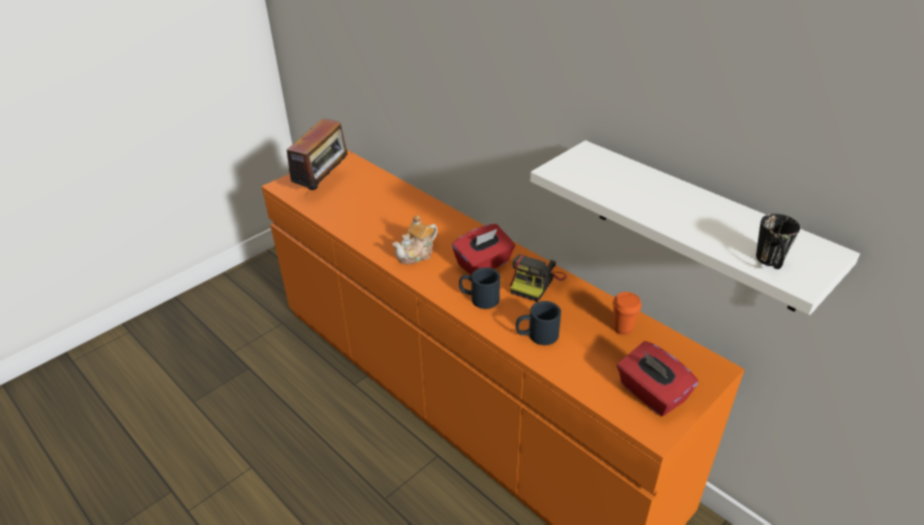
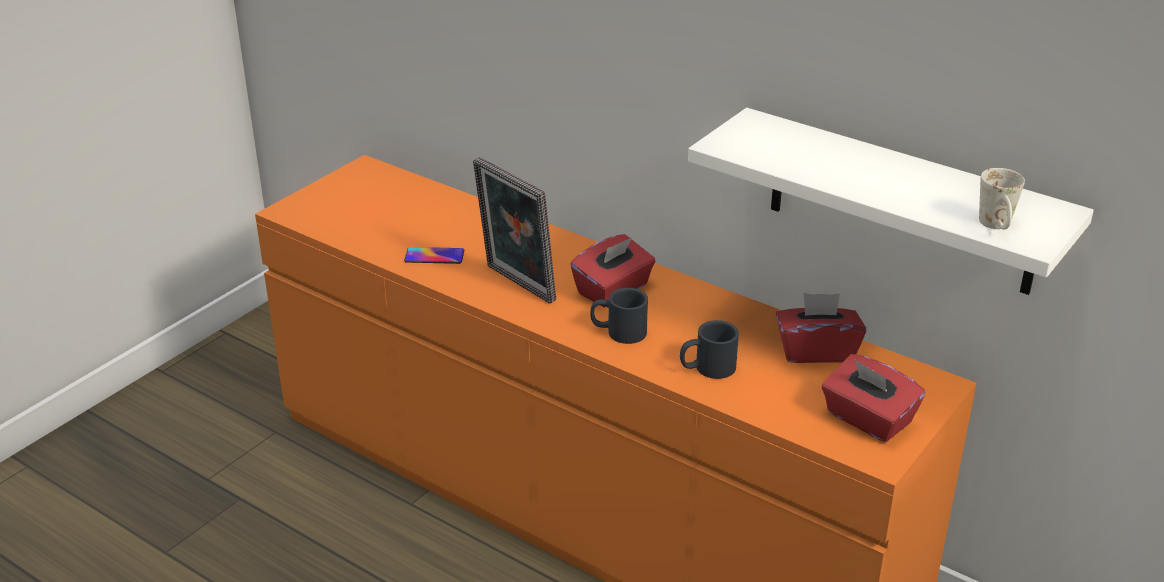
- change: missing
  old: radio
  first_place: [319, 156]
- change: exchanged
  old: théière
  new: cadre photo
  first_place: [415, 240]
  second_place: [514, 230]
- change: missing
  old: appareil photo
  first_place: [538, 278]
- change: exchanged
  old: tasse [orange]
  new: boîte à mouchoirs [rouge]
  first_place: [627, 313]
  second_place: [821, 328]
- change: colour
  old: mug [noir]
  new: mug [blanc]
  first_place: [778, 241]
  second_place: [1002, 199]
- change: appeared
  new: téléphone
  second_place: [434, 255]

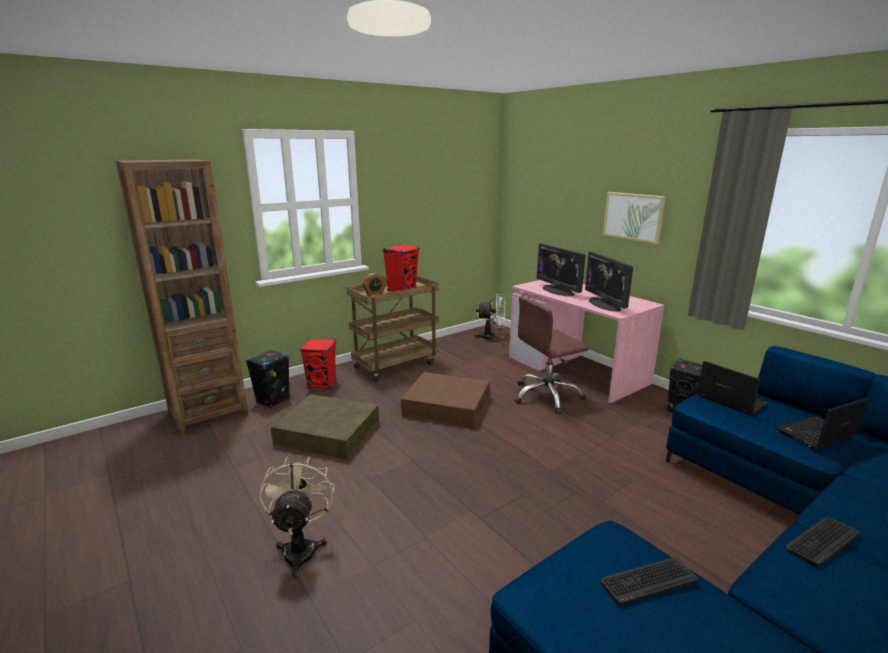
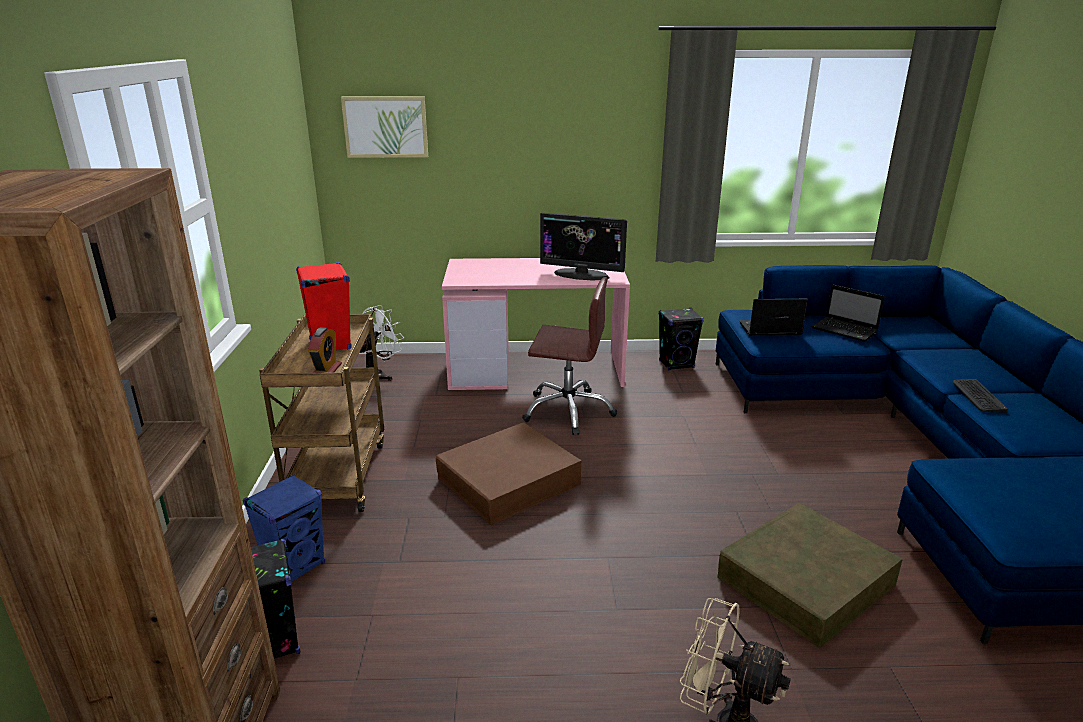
- change: relocated
  old: boîte de rangement [marron]
  first_place: [324, 427]
  second_place: [810, 575]
- change: colour
  old: enceinte [rouge]
  new: enceinte [bleu]
  first_place: [318, 364]
  second_place: [284, 528]
- change: spun
  old: chaise de bureau [marron]
  first_place: [551, 355]
  second_place: [569, 356]
  degrees: -90
- change: missing
  old: écran d'ordinateur
  first_place: [561, 269]
- change: missing
  old: clavier
  first_place: [649, 582]
- change: relocated
  old: tableau
  first_place: [634, 218]
  second_place: [384, 127]
- change: spun
  old: ordinateur portable
  first_place: [823, 424]
  second_place: [848, 313]
  degrees: -60

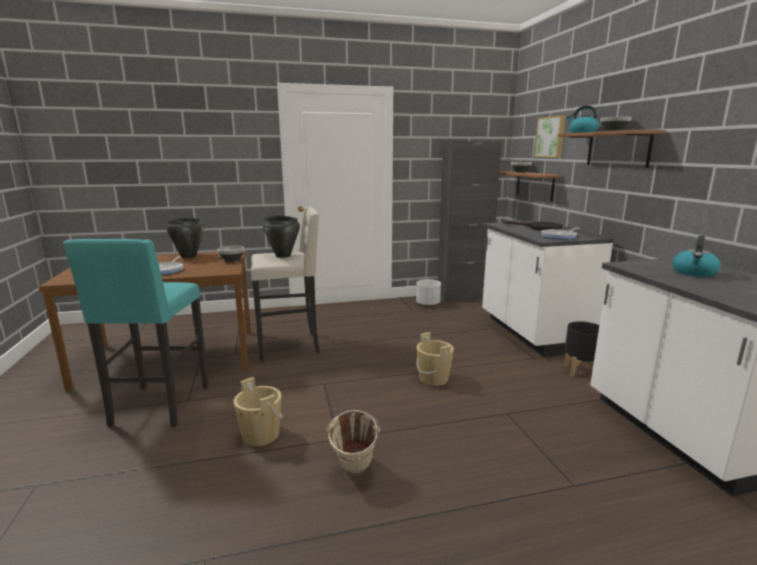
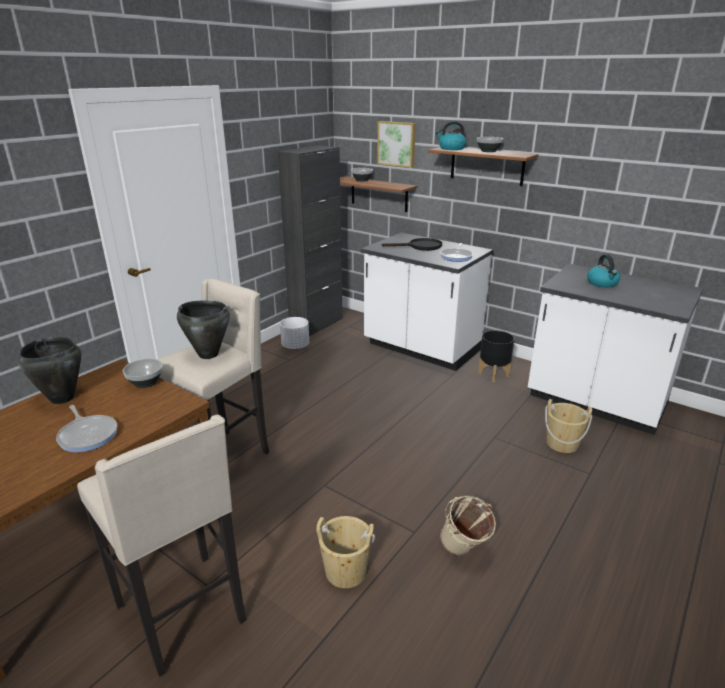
- change: colour
  old: tabouret [turquoise]
  new: tabouret [beige]
  first_place: [136, 333]
  second_place: [161, 546]
- change: relocated
  old: seau [beige]
  first_place: [435, 359]
  second_place: [568, 426]

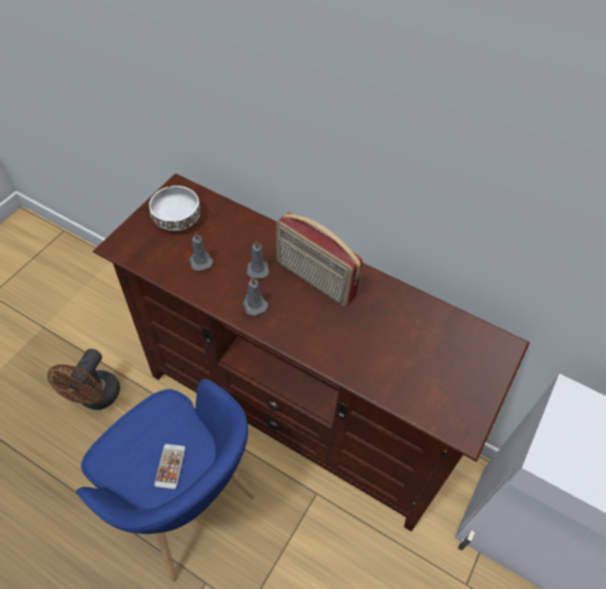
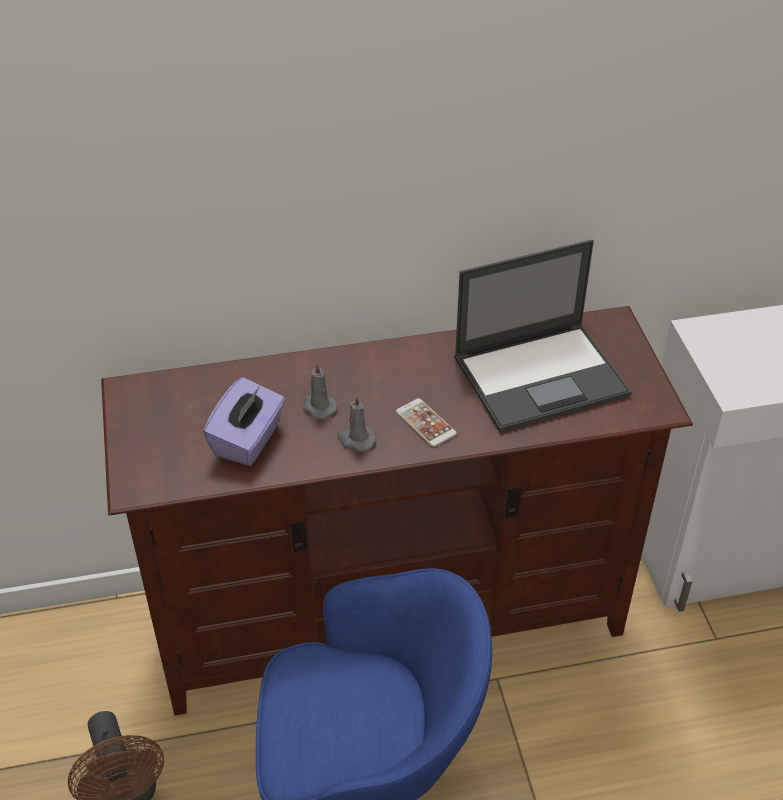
- change: missing
  old: bol [blanc]
  first_place: [175, 208]
- change: relocated
  old: téléphone
  first_place: [169, 466]
  second_place: [426, 422]
- change: exchanged
  old: bougie [gris]
  new: boîte à mouchoirs [violet]
  first_place: [201, 252]
  second_place: [244, 421]
- change: missing
  old: radio
  first_place: [319, 259]
- change: appeared
  new: ordinateur portable
  second_place: [543, 336]

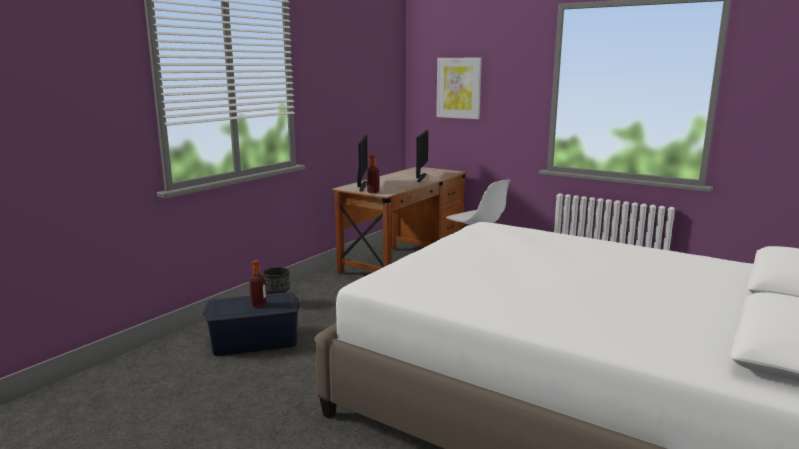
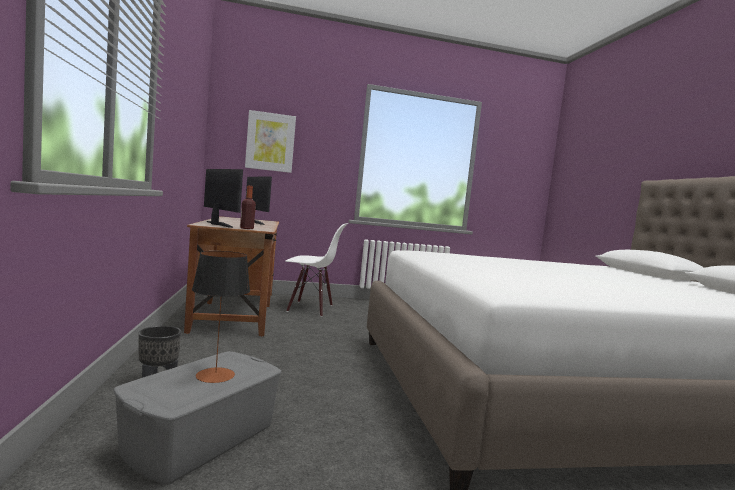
- change: colour
  old: boîte de rangement [bleu]
  new: boîte de rangement [gris]
  first_place: [251, 324]
  second_place: [198, 418]
- change: exchanged
  old: bouteille
  new: lampe de table
  first_place: [257, 284]
  second_place: [221, 317]

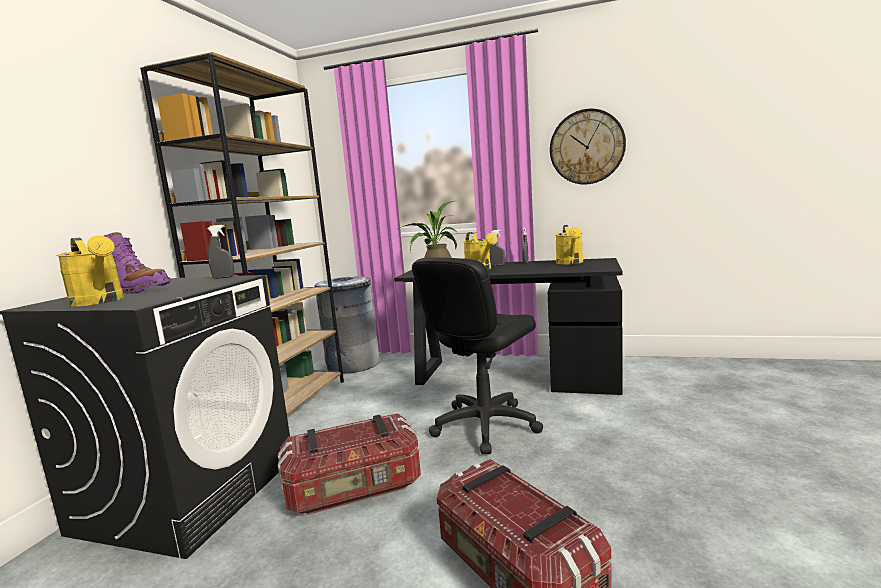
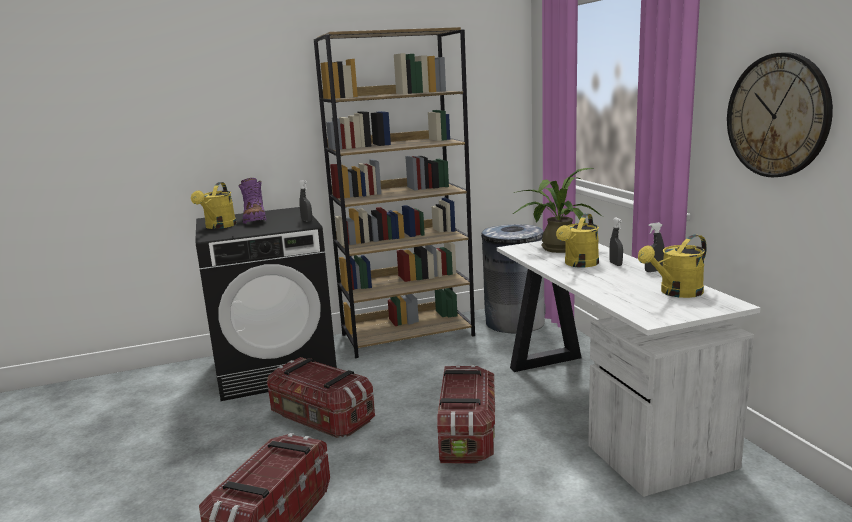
- change: colour
  old: bureau [noir]
  new: bureau [blanc]
  first_place: [508, 326]
  second_place: [628, 369]
- change: exchanged
  old: chaise de bureau [noir]
  new: boîte de rangement
  first_place: [477, 355]
  second_place: [466, 414]

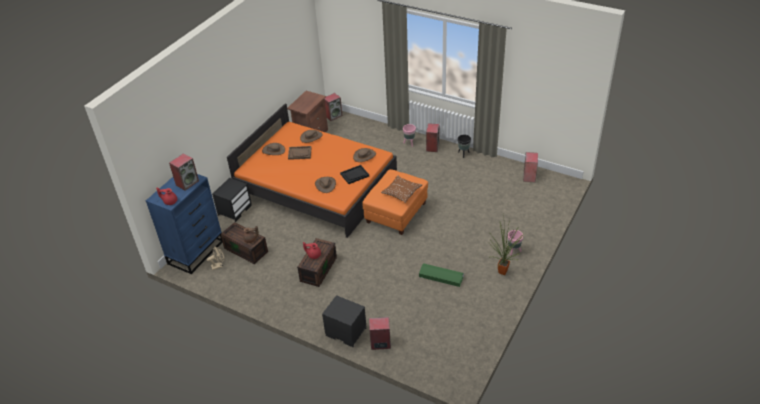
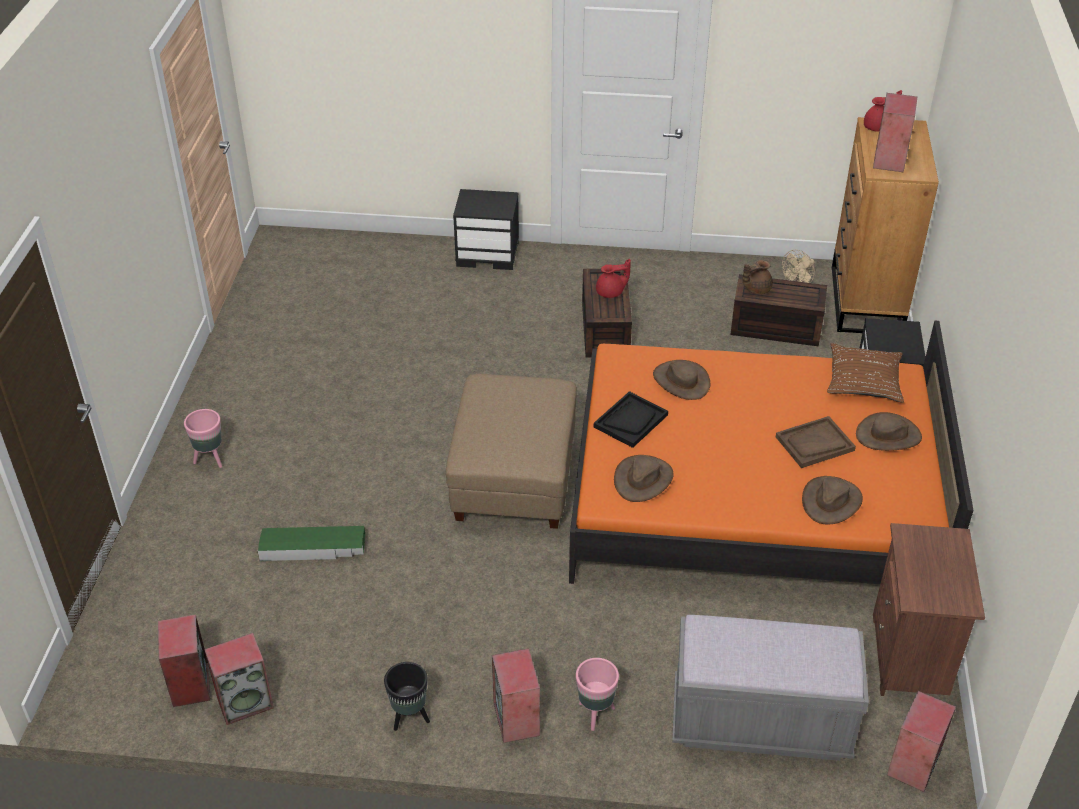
- change: colour
  old: commode [bleu]
  new: commode [marron]
  first_place: [184, 224]
  second_place: [885, 225]
- change: colour
  old: pouf [orange]
  new: pouf [beige]
  first_place: [395, 202]
  second_place: [511, 451]
- change: relocated
  old: enceinte
  first_place: [380, 333]
  second_place: [239, 679]
- change: relocated
  old: coussin [marron]
  first_place: [401, 189]
  second_place: [865, 373]
- change: relocated
  old: boîte de rangement [vert]
  first_place: [441, 275]
  second_place: [311, 543]
- change: missing
  old: plante en pot
  first_place: [506, 245]
- change: appeared
  new: banc [gris]
  second_place: [770, 688]

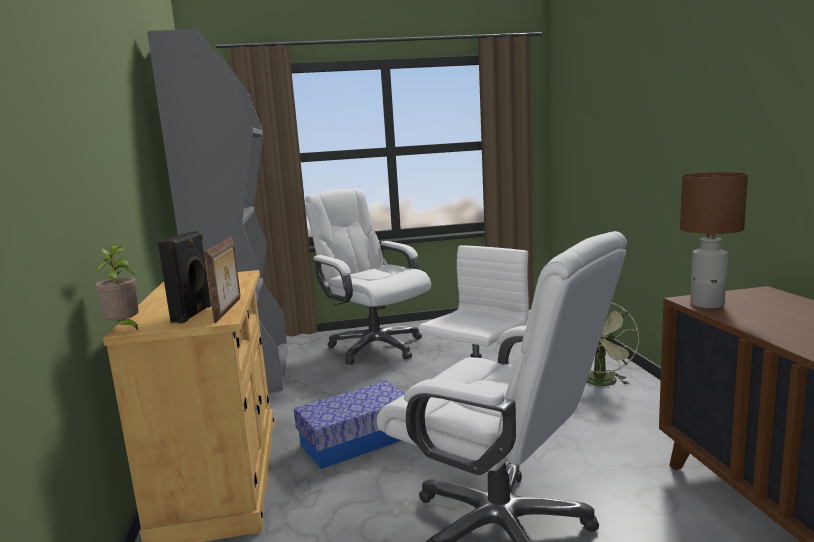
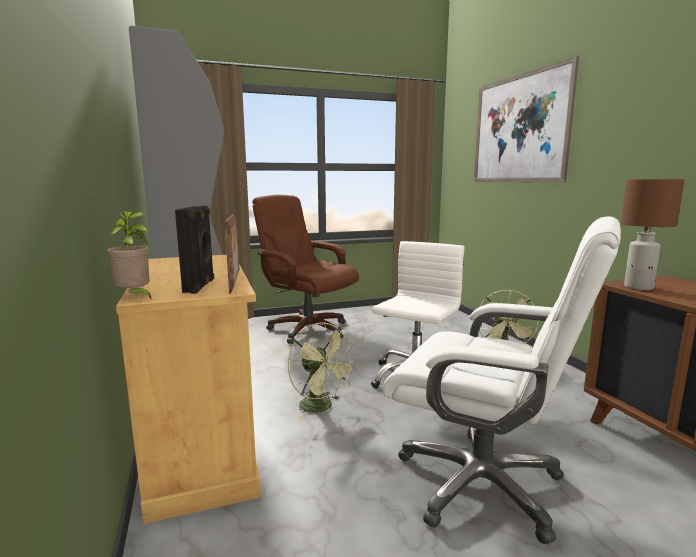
- change: exchanged
  old: boîte de rangement
  new: ventilateur [vert]
  first_place: [349, 425]
  second_place: [322, 371]
- change: colour
  old: chaise de bureau [blanc]
  new: chaise de bureau [marron]
  first_place: [368, 277]
  second_place: [306, 269]
- change: appeared
  new: tableau
  second_place: [526, 119]

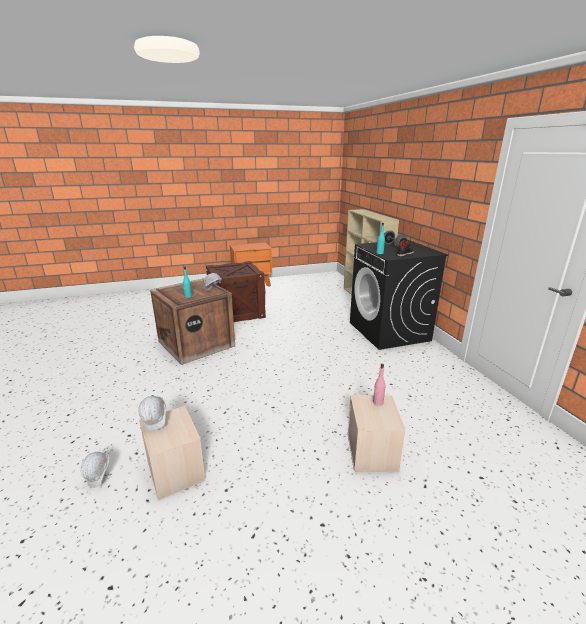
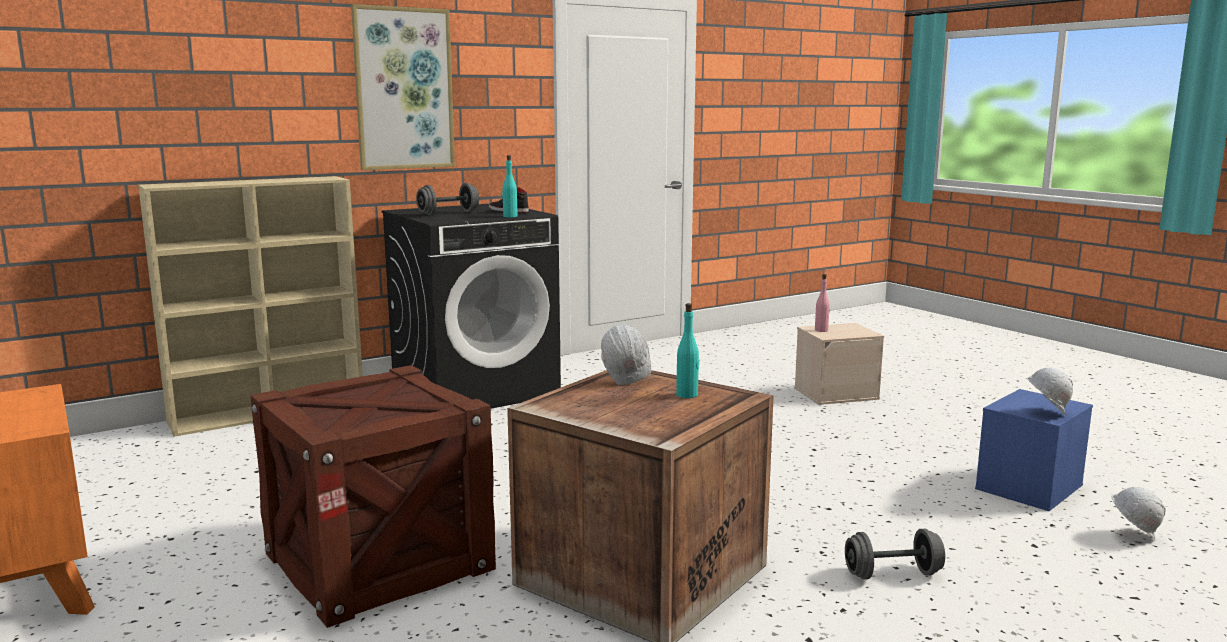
- change: colour
  old: boîte de rangement [beige]
  new: boîte de rangement [bleu]
  first_place: [172, 453]
  second_place: [1034, 450]
- change: appeared
  new: tableau
  second_place: [403, 87]
- change: appeared
  new: haltère [gris]
  second_place: [895, 554]

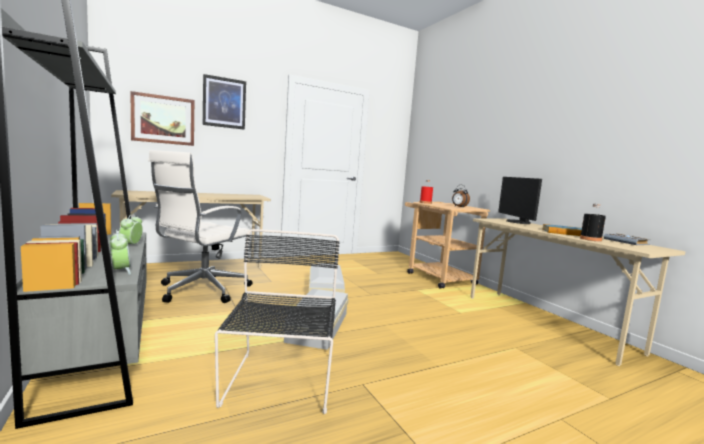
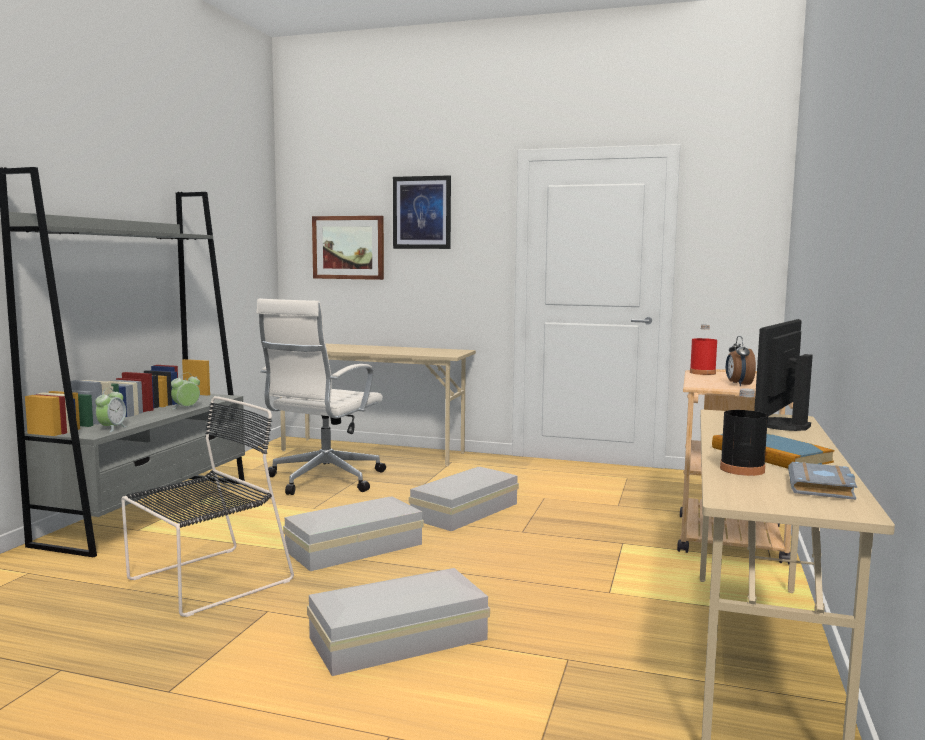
- change: spun
  old: chaise de bureau [blanc]
  first_place: [200, 226]
  second_place: [321, 397]
  degrees: -45
- change: appeared
  new: boîte de rangement [blanc]
  second_place: [398, 622]

